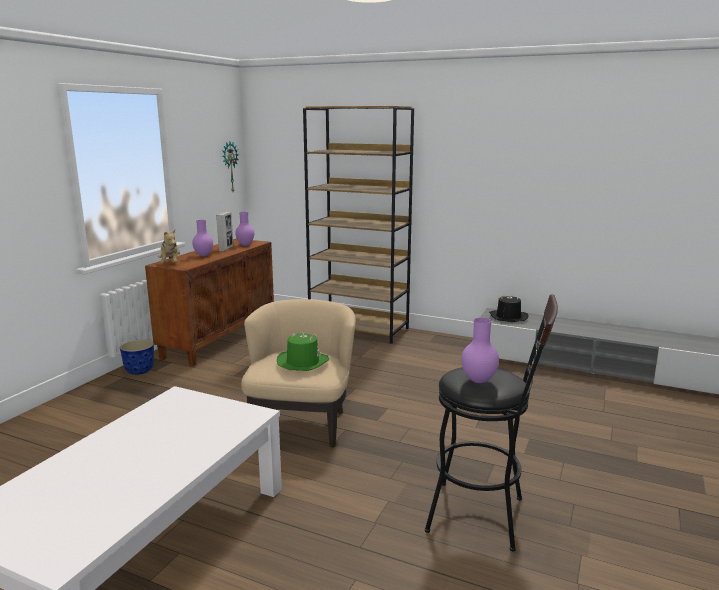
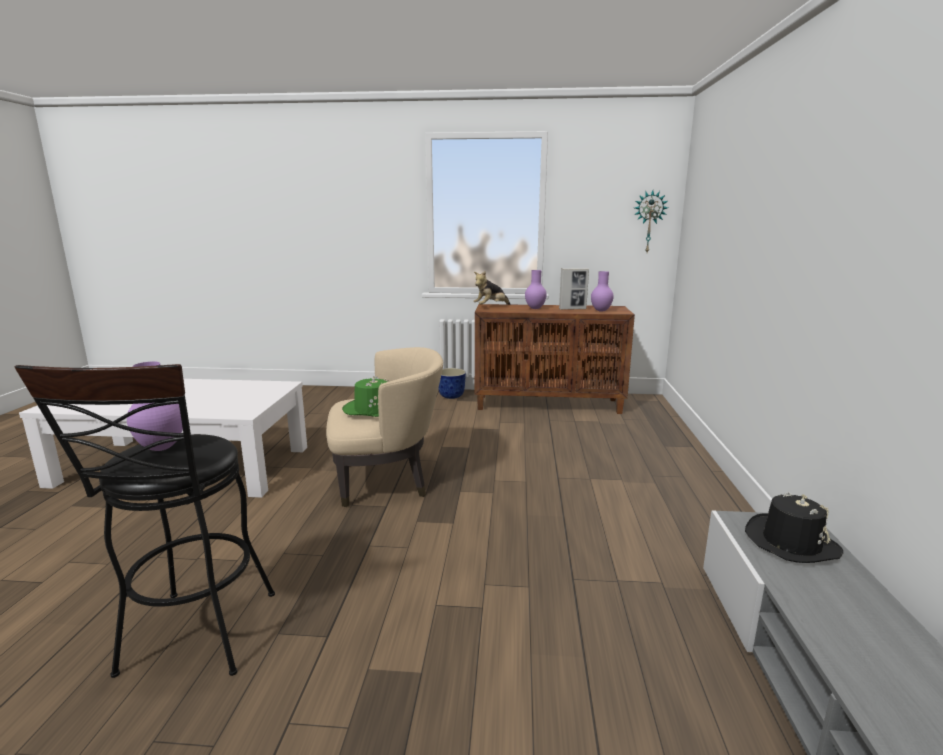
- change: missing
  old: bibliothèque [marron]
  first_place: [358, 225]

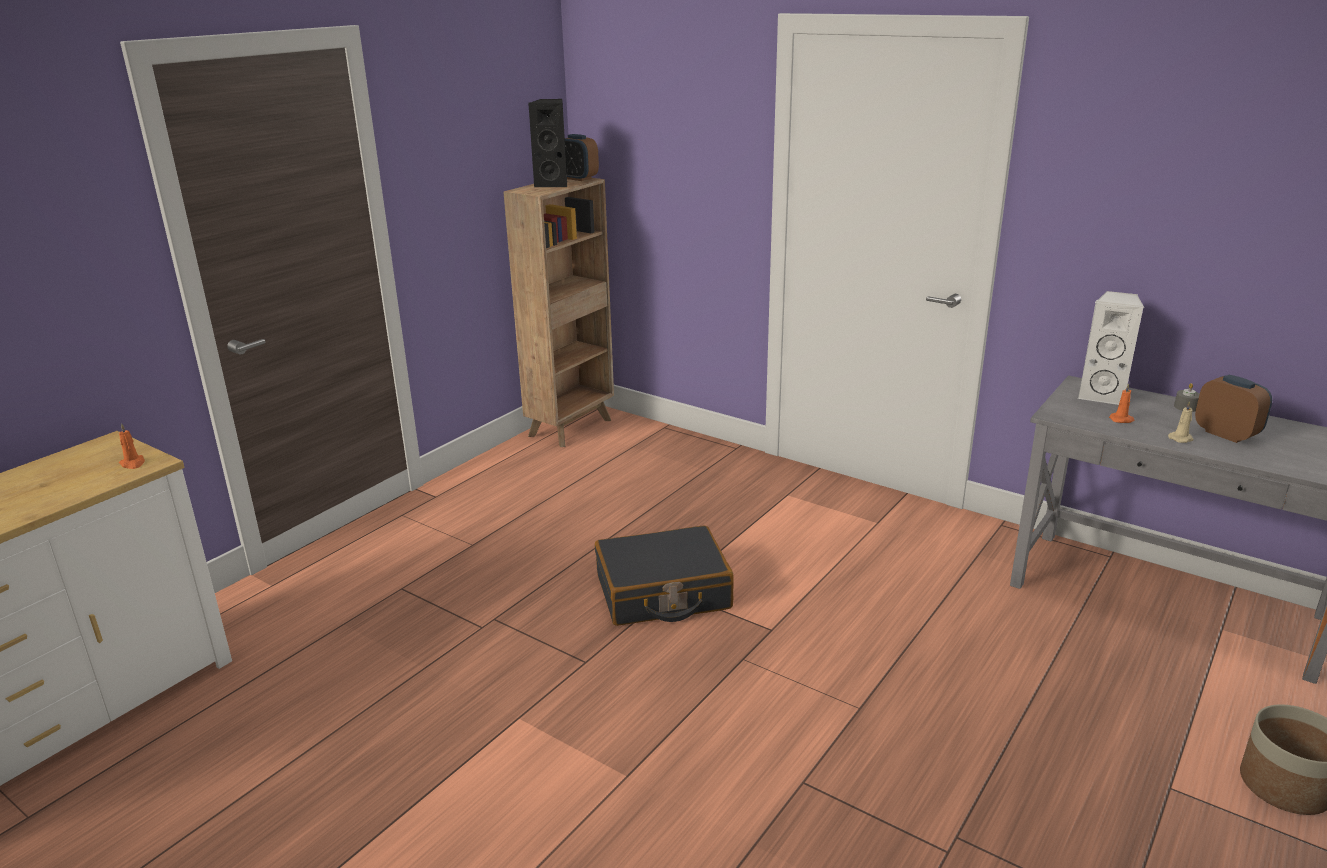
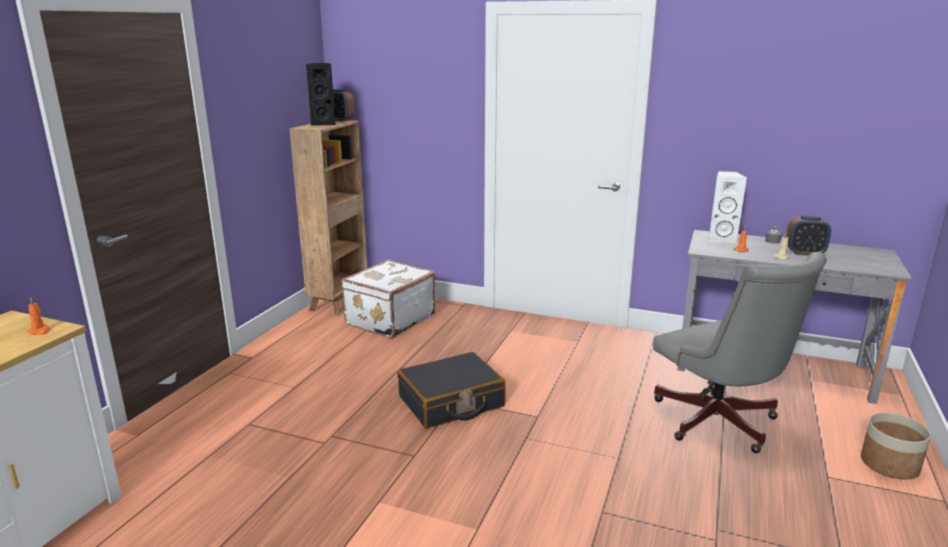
- change: spun
  old: réveil
  first_place: [1233, 409]
  second_place: [808, 236]
  degrees: 150
- change: appeared
  new: valise [blanc]
  second_place: [388, 299]
- change: appeared
  new: chaise de bureau [gris]
  second_place: [740, 352]

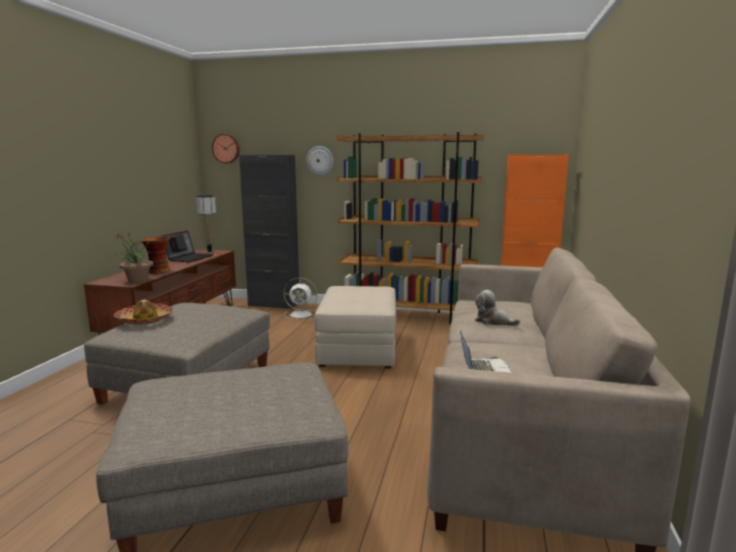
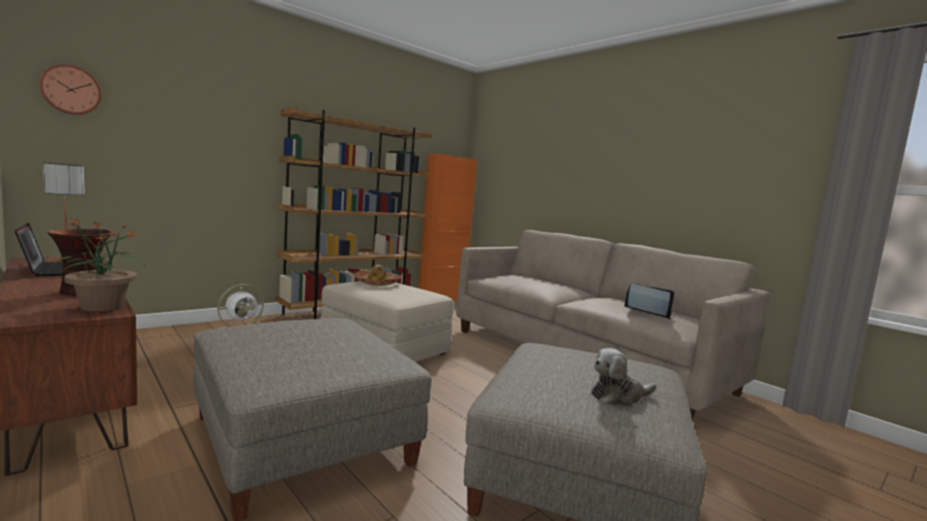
- change: relocated
  old: chapeau
  first_place: [143, 312]
  second_place: [377, 275]
- change: missing
  old: meuble de rangement [noir]
  first_place: [269, 232]
- change: missing
  old: horloge murale
  first_place: [320, 160]
- change: relocated
  old: peluche
  first_place: [497, 308]
  second_place: [623, 377]

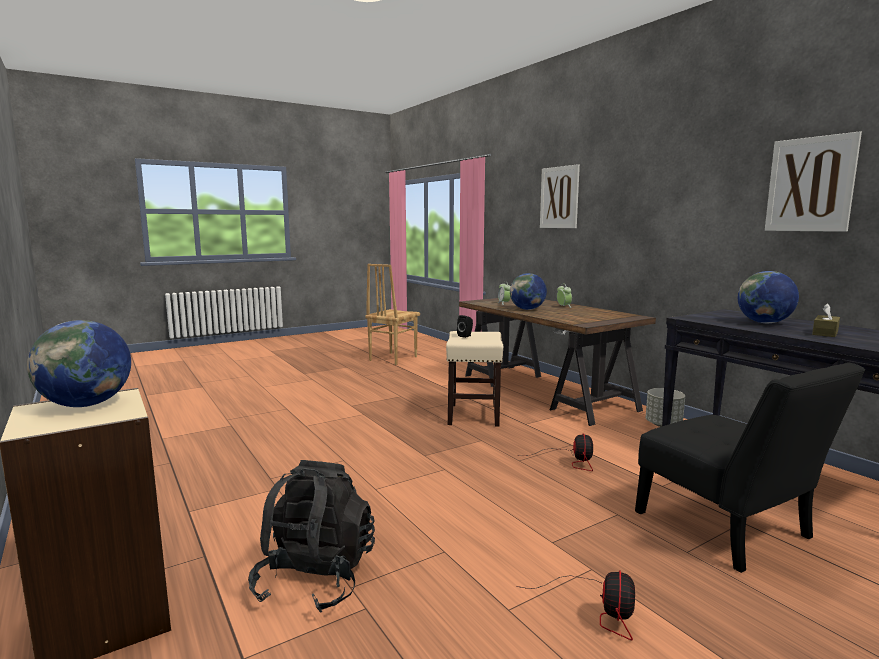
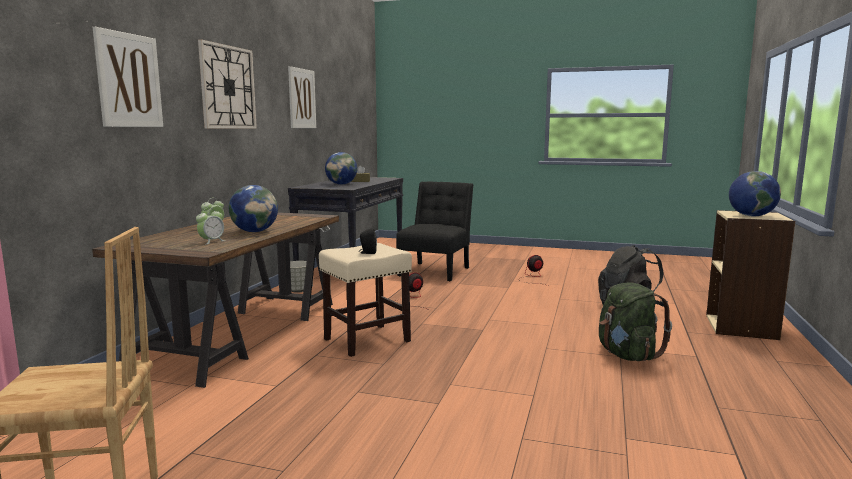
- change: appeared
  new: horloge murale
  second_place: [227, 84]
- change: appeared
  new: sac à dos [vert]
  second_place: [635, 321]

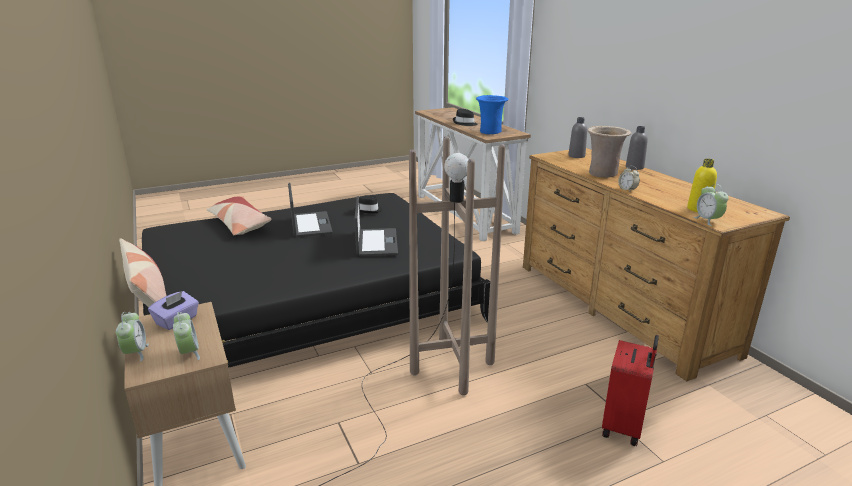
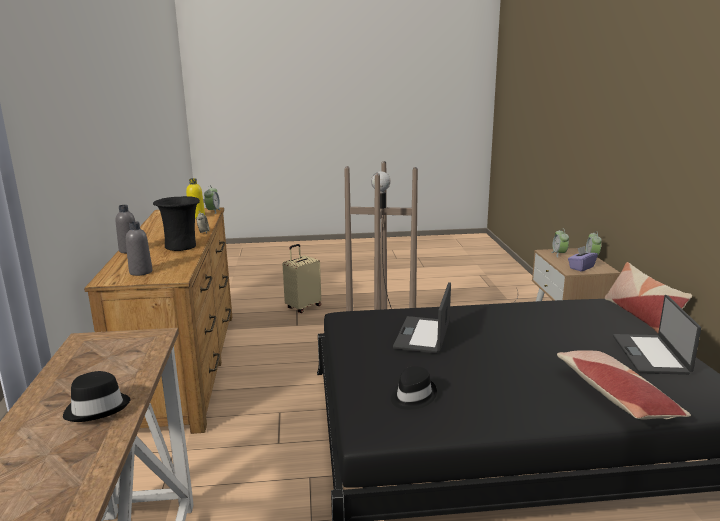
- change: relocated
  old: ordinateur portable
  first_place: [310, 210]
  second_place: [657, 335]
- change: missing
  old: vase [bleu]
  first_place: [492, 114]
- change: colour
  old: vase [beige]
  new: vase [noir]
  first_place: [610, 152]
  second_place: [176, 223]
- change: colour
  old: valise [rouge]
  new: valise [beige]
  first_place: [630, 390]
  second_place: [302, 278]

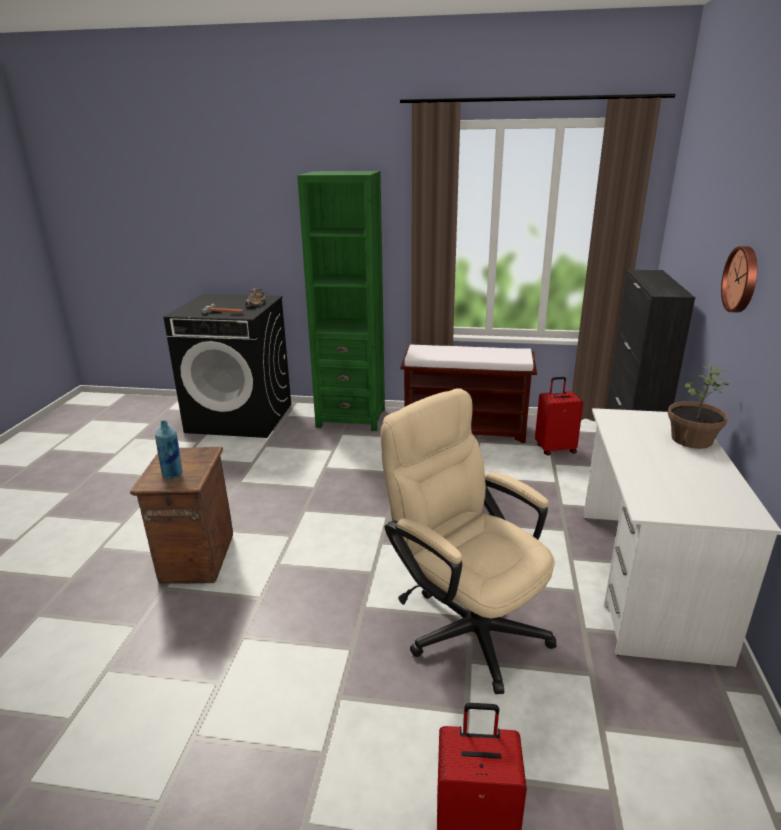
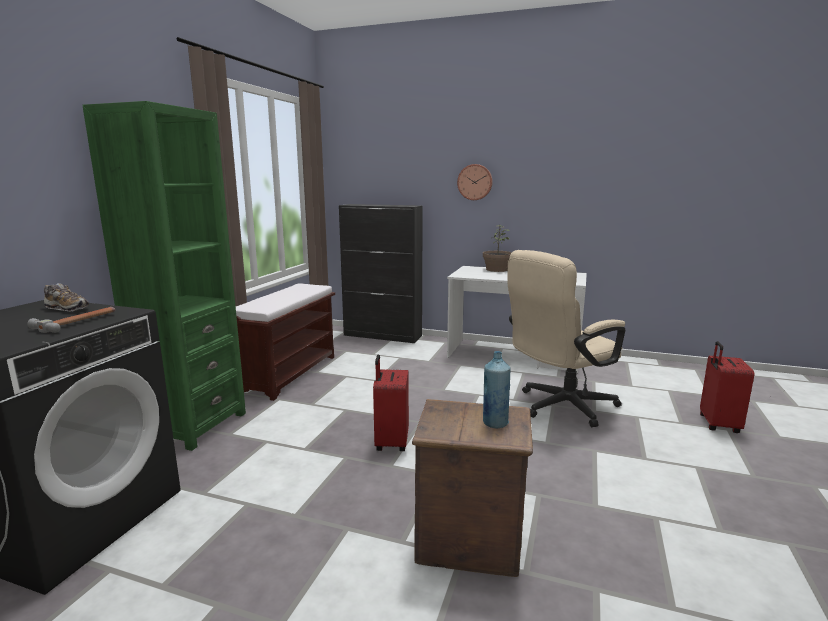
- change: relocated
  old: valise [rouge]
  first_place: [559, 416]
  second_place: [391, 403]

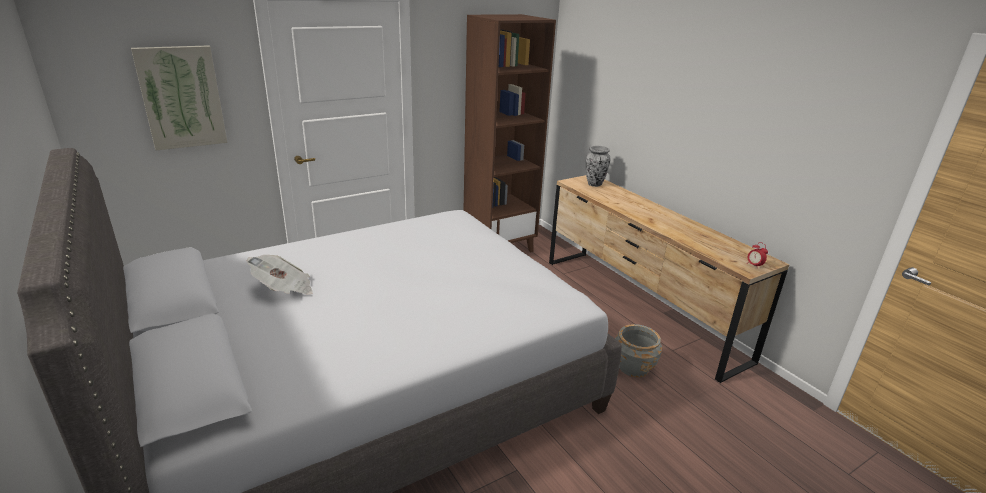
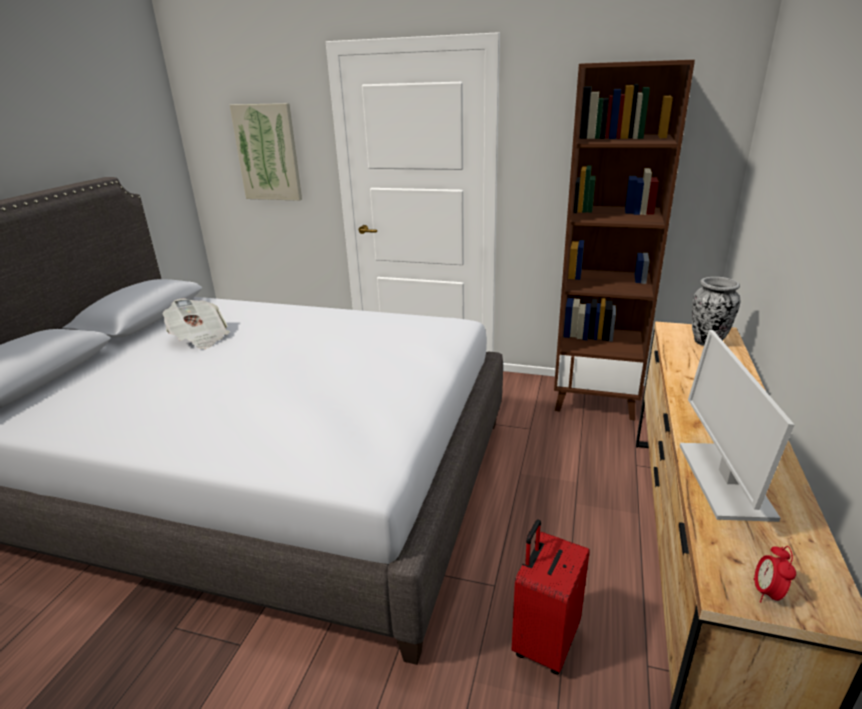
- change: exchanged
  old: cache-pot [gris]
  new: valise [rouge]
  first_place: [638, 350]
  second_place: [551, 597]
- change: appeared
  new: écran d'ordinateur
  second_place: [737, 426]

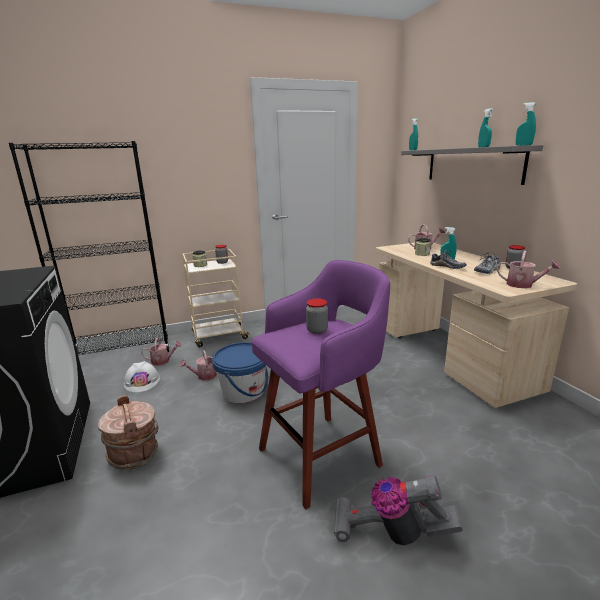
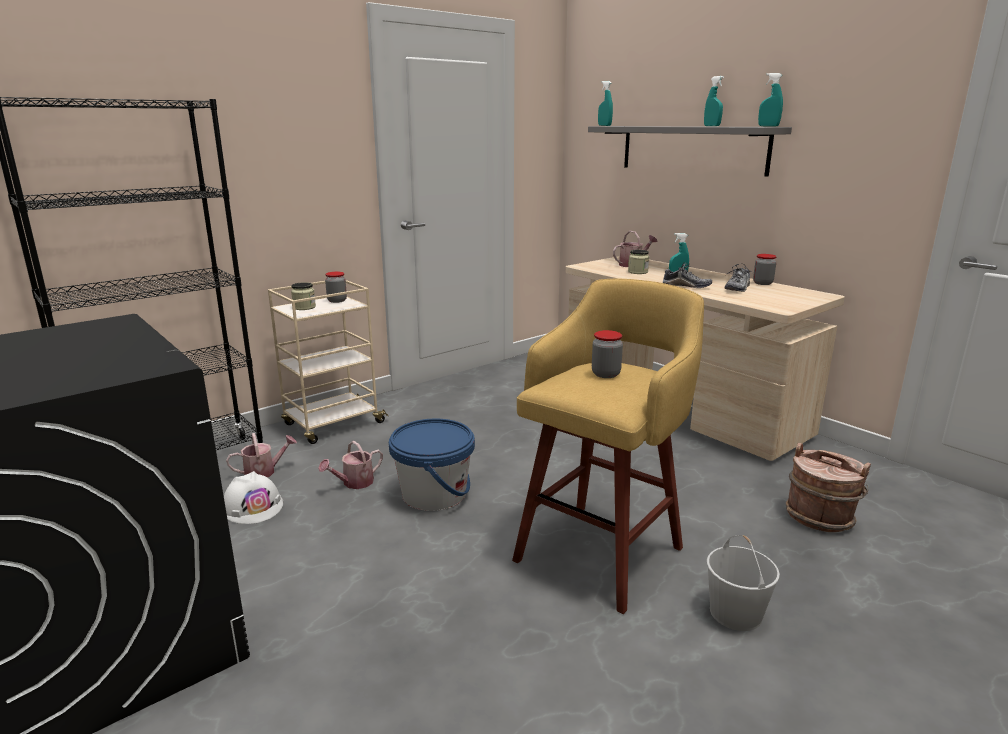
- change: relocated
  old: seau [marron]
  first_place: [128, 432]
  second_place: [828, 487]
- change: colour
  old: tabouret [violet]
  new: tabouret [jaune]
  first_place: [320, 384]
  second_place: [608, 446]
- change: exchanged
  old: aspirateur
  new: seau [blanc]
  first_place: [398, 510]
  second_place: [743, 583]
- change: missing
  old: arrosoir
  first_place: [528, 269]

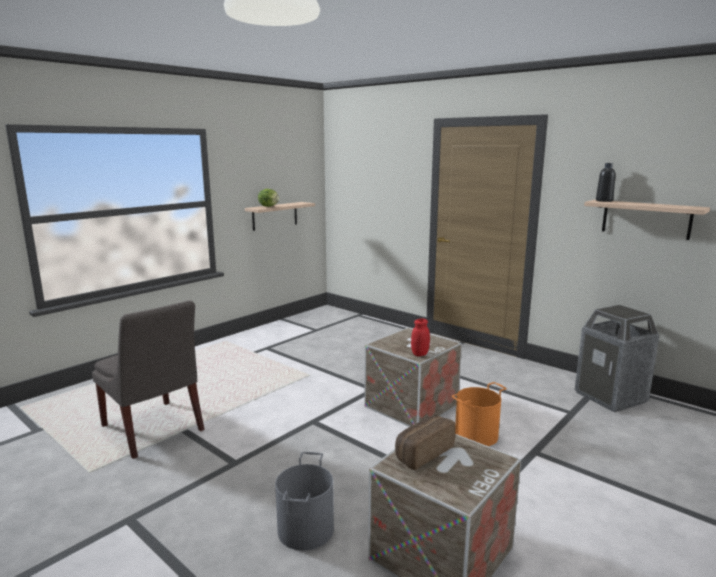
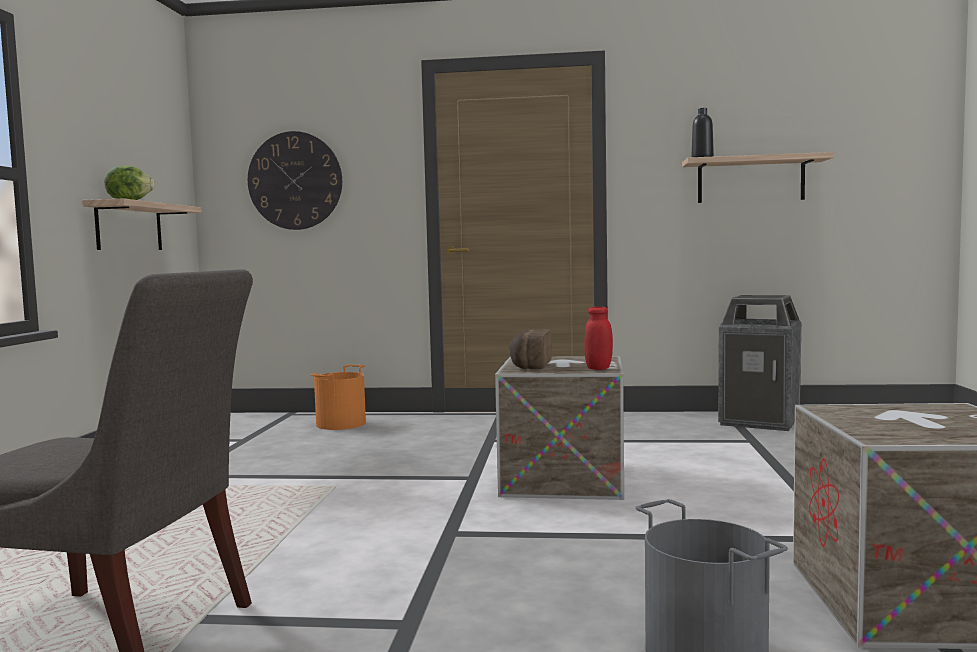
- change: relocated
  old: pain
  first_place: [425, 443]
  second_place: [530, 349]
- change: relocated
  old: seau [orange]
  first_place: [479, 414]
  second_place: [338, 397]
- change: appeared
  new: horloge murale
  second_place: [295, 180]

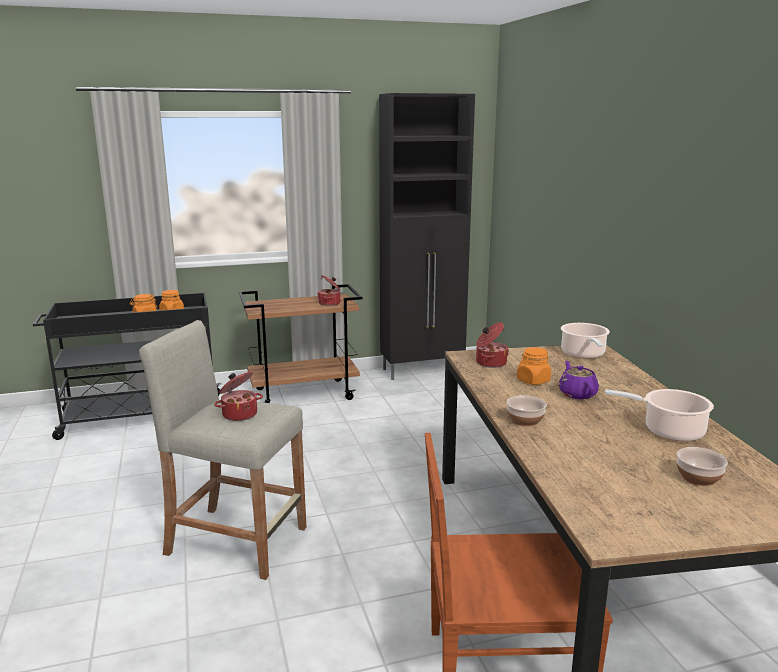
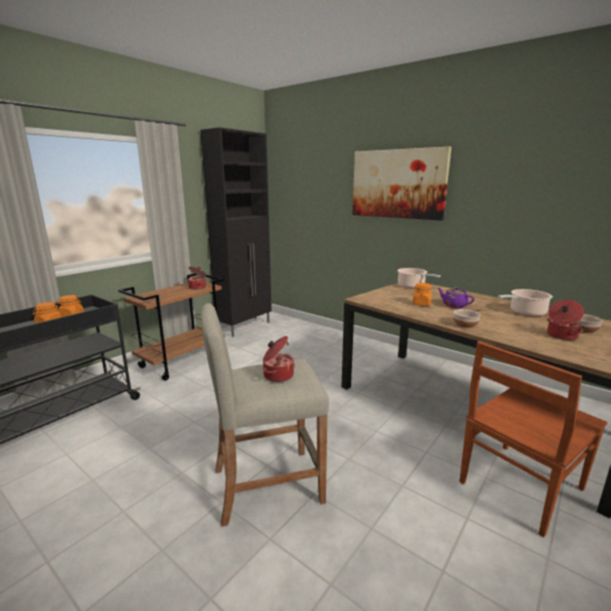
- change: relocated
  old: marmite
  first_place: [492, 345]
  second_place: [565, 320]
- change: appeared
  new: tableau
  second_place: [402, 183]

